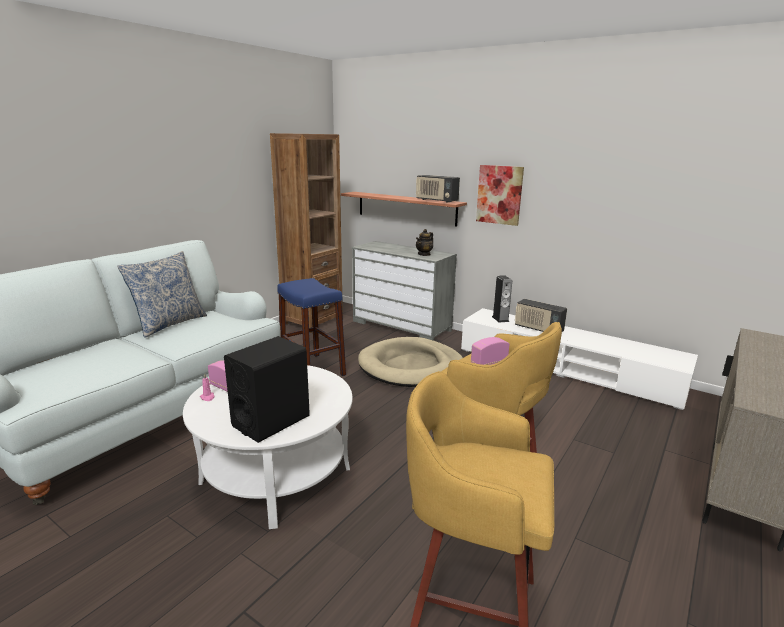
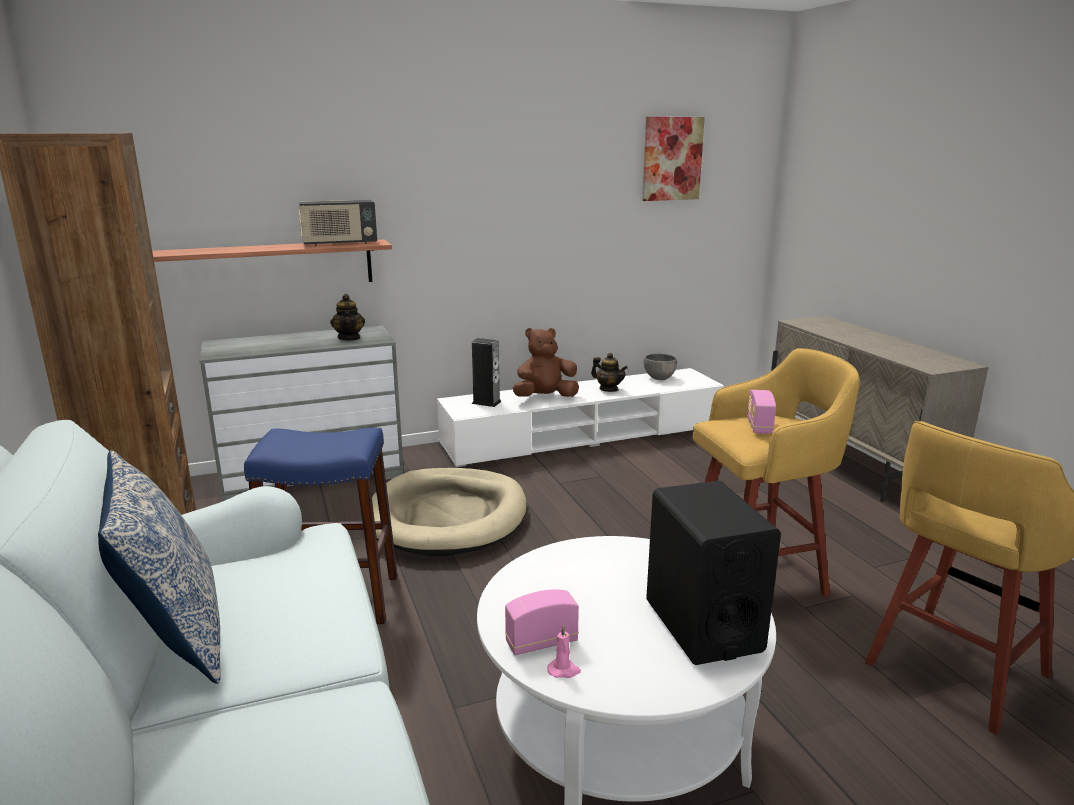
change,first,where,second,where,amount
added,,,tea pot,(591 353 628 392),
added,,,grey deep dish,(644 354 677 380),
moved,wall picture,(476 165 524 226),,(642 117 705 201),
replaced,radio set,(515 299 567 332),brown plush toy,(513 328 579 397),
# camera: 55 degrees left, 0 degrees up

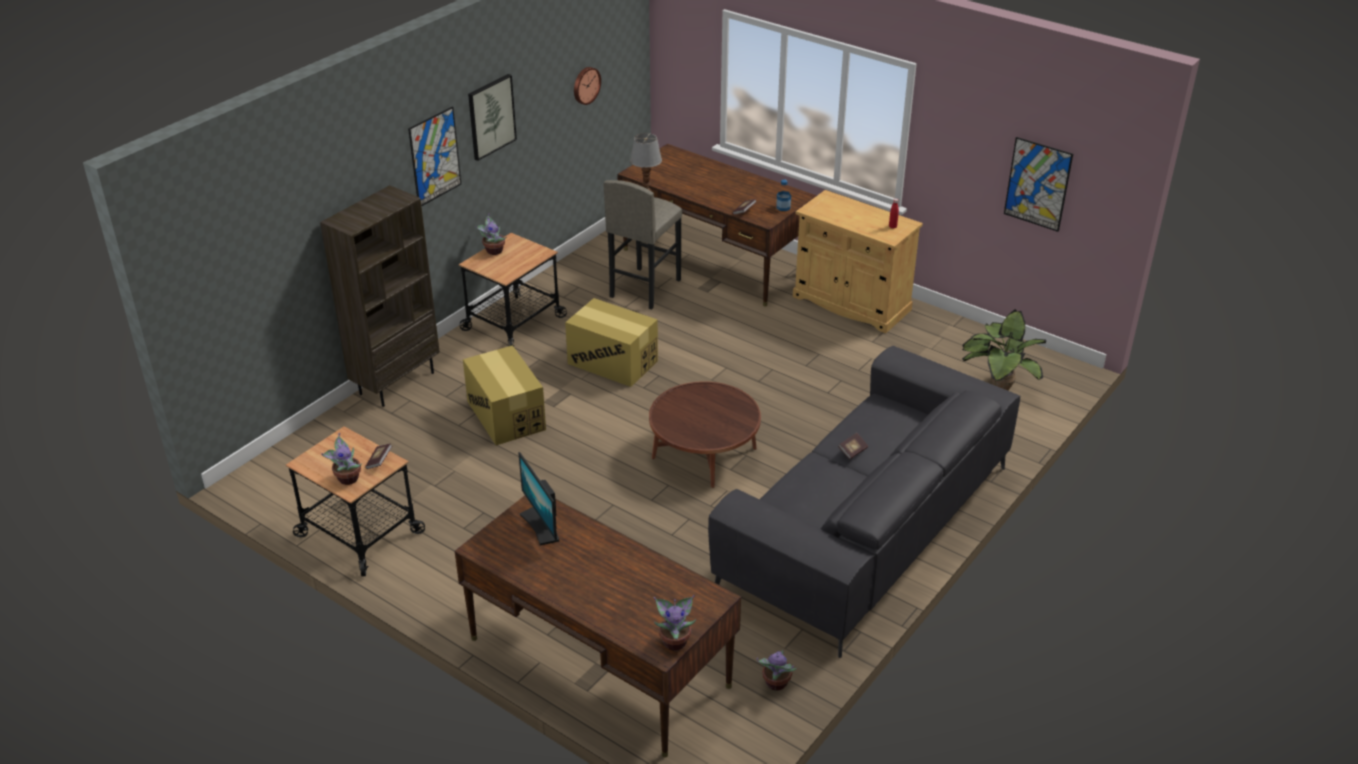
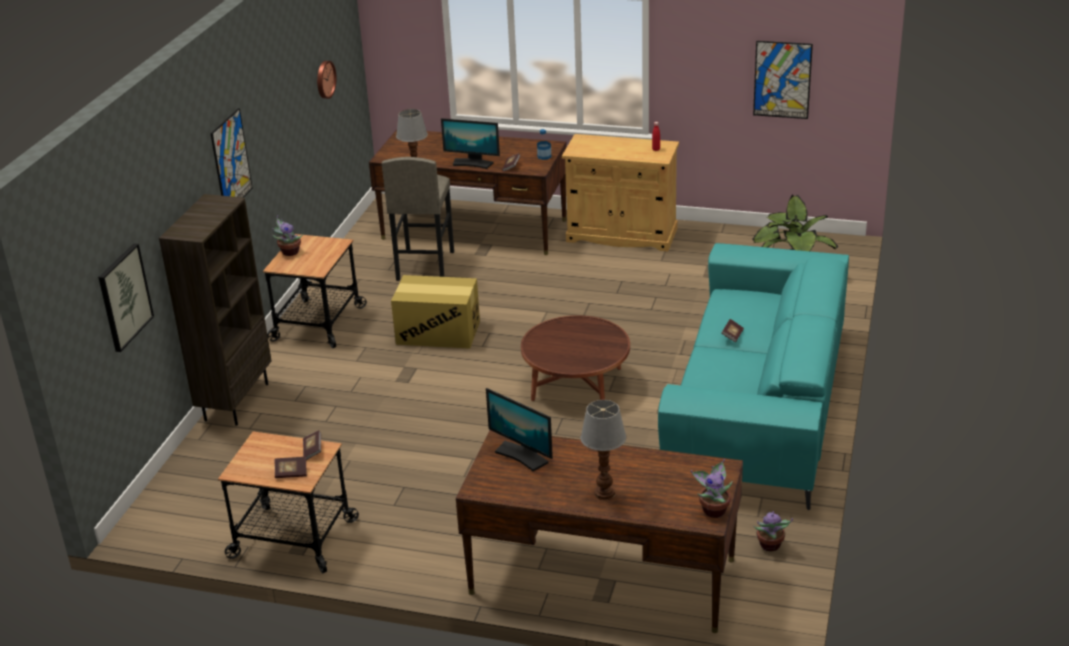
change,first,where,second,where,amount
removed,carton,(463 345 546 445),,,
added,,,monitor,(441 118 500 169),
added,,,tabletop lamp,(580 400 626 500),
moved,wall picture,(468 74 517 161),,(98 243 154 352),
replaced,houseplant,(321 433 362 485),volume,(275 457 307 478),
recoloured,grey couch,(708 346 1020 658),blue-green couch,(658 243 849 510),
# camera: 20 degrees left, 5 degrees down

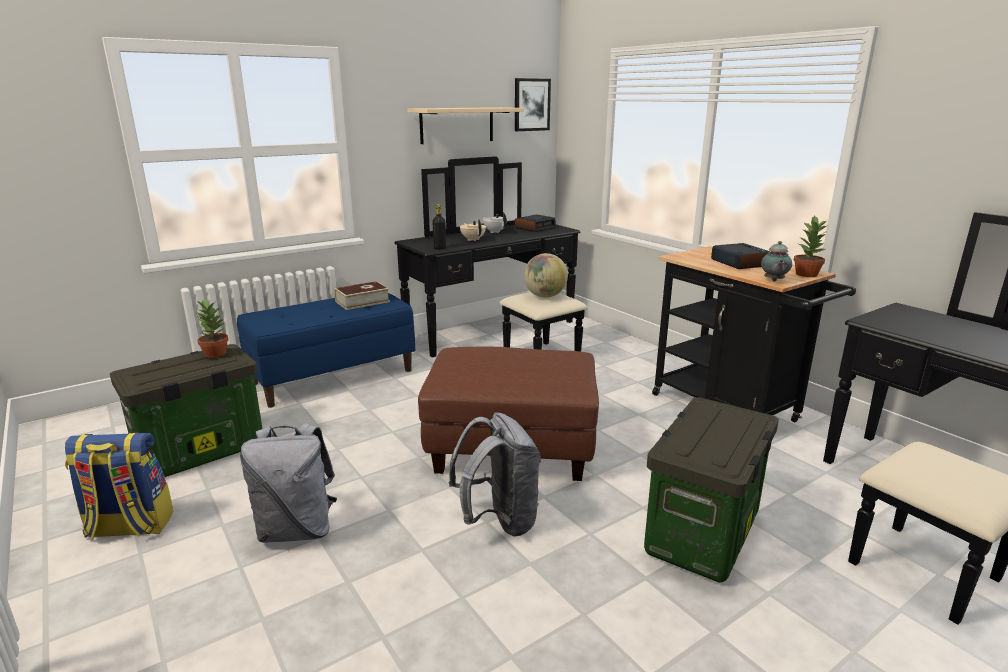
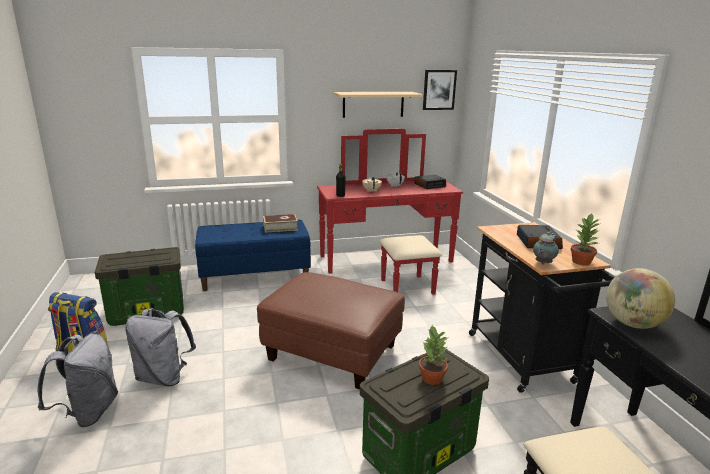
change,first,where,second,where,amount
moved,houseplant,(197 299 228 358),,(419 325 449 385),
moved,grey knapsack,(449 412 541 537),,(38 334 118 427),
moved,desk globe,(524 253 568 298),,(606 268 675 329),
recoloured,blackish drawer chest,(394 157 587 357),red drawer chest,(317 129 463 295),
# camera: 20 degrees right, 0 degrees up

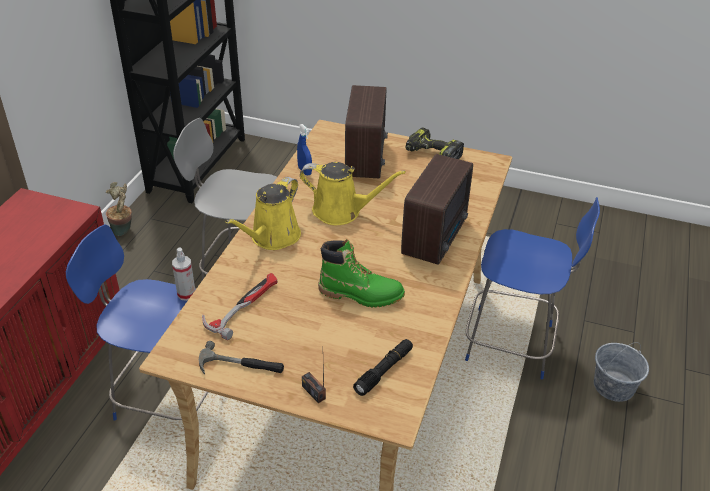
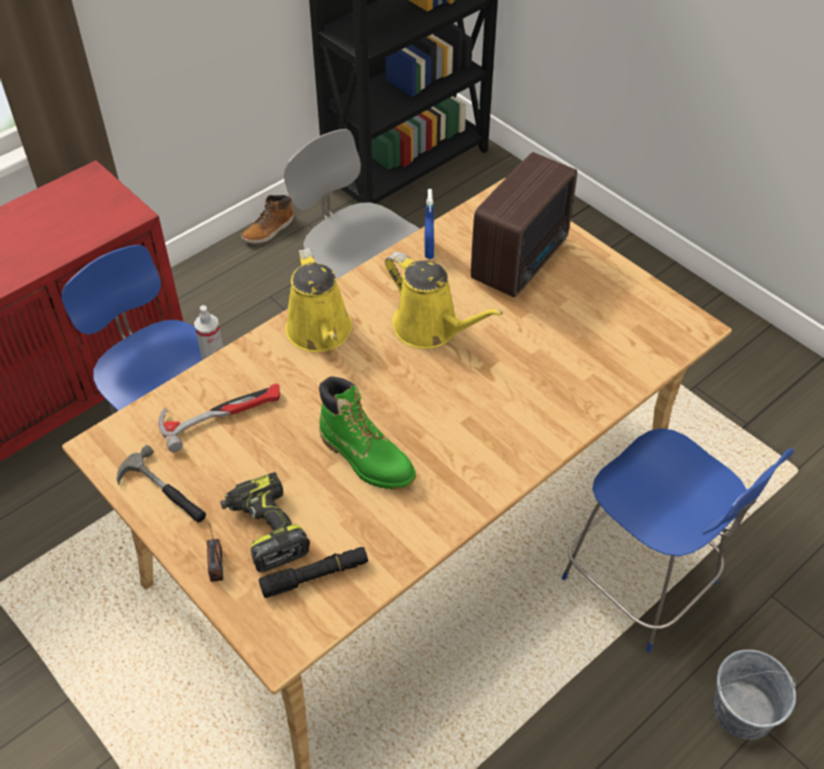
change,first,where,second,where,amount
removed,radio set,(401 154 473 265),,,
moved,power drill,(405 127 464 159),,(220 472 310 572),
replaced,houseplant,(106 182 132 236),high-top boot,(241 195 295 244),
turned,yellow sprinkling can,(225 177 301 250),,(285 248 352 352),75 degrees counterclockwise
# camera: 30 degrees right, 10 degrees up

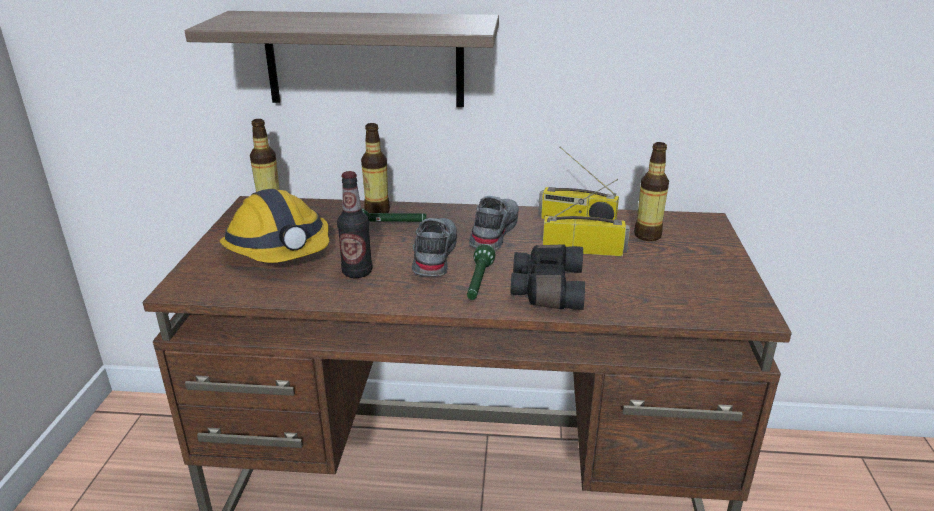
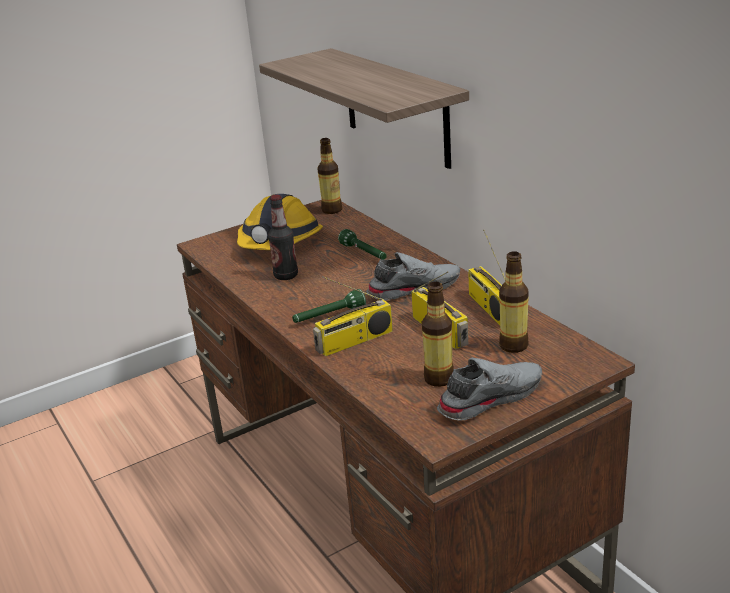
change,first,where,second,where,amount
moved,drink bottle,(361 123 390 213),,(422 282 454 387),
moved,grey item of footwear,(412 218 457 276),,(437 357 542 420),
replaced,blackish pair of binoculars,(511 244 585 310),radio set,(313 276 393 357),
# camera: 55 degrees right, 0 degrees up

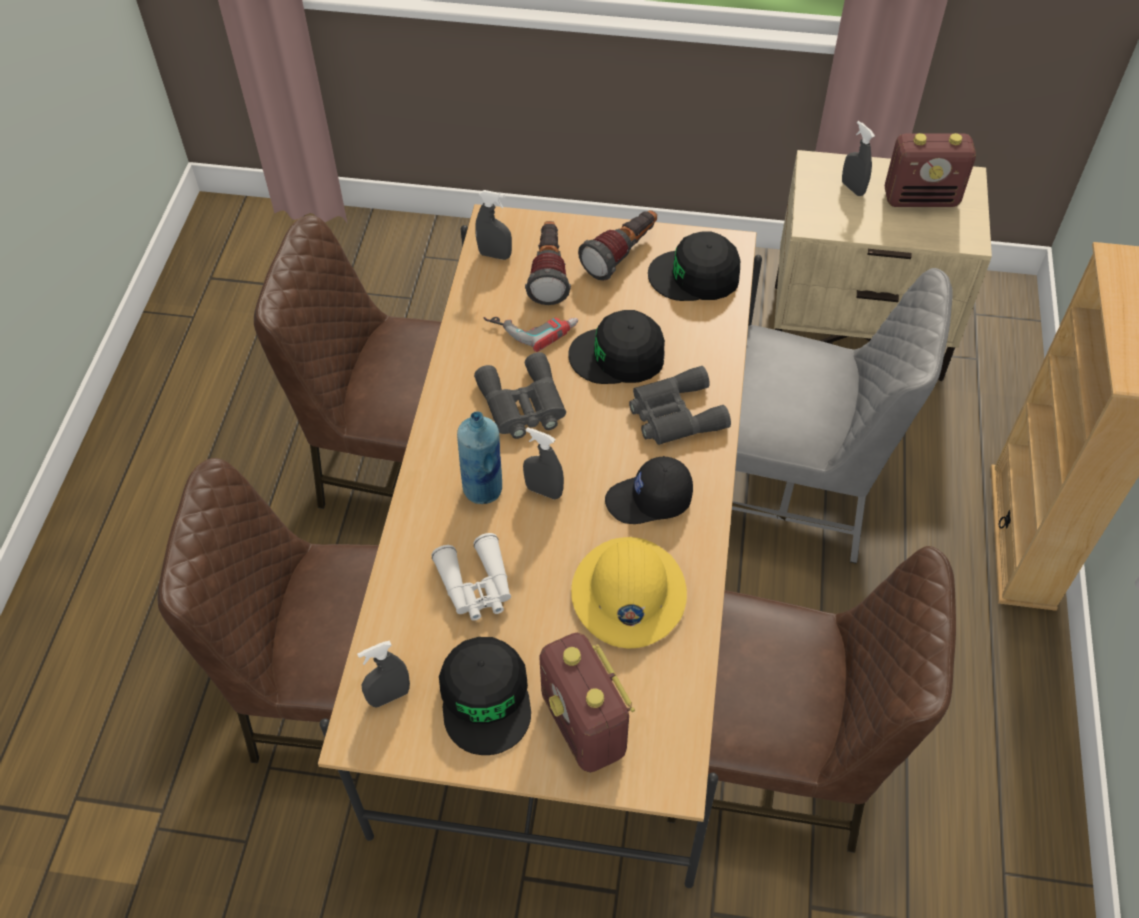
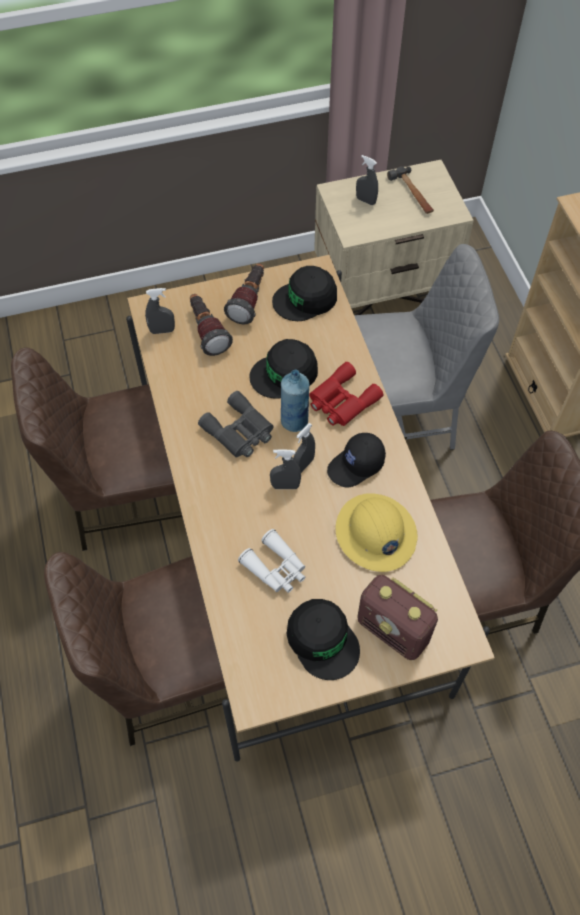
change,first,where,second,where,amount
removed,power drill,(484 317 578 352),,,
moved,grey hand sprayer,(357 640 410 707),,(293 423 315 473),
moved,blue drink bottle,(457 411 502 504),,(281 370 309 432),
replaced,radio set,(885 133 976 207),hammer,(387 166 434 214),
recoloured,grey pair of binoculars,(629 366 731 445),red pair of binoculars,(309 362 383 426),
# camera: 25 degrees left, 5 degrees up

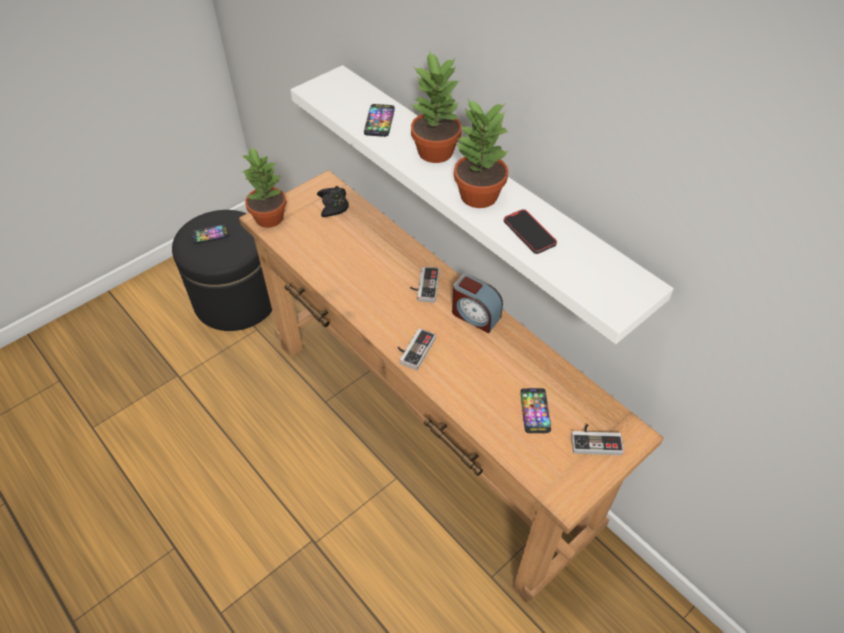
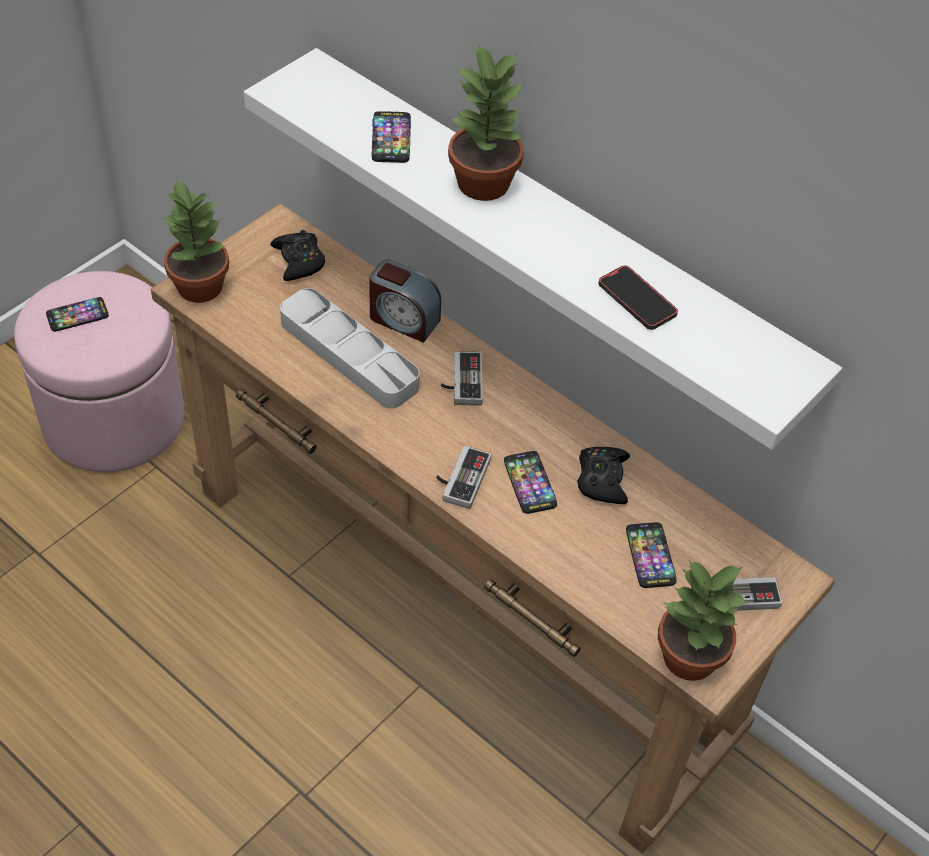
change,first,where,second,where,amount
added,,,grey carrying tray,(280 288 420 408),
added,,,phone,(504 451 557 514),
added,,,blackish game controller,(577 447 630 504),
moved,table clock,(452 274 503 333),,(369 259 441 343),
moved,houseplant,(454 99 510 208),,(658 560 748 681),
recoloured,blackish footrest,(172 210 272 331),pink footrest,(14 271 184 472),
# camera: 10 degrees left, 0 degrees up

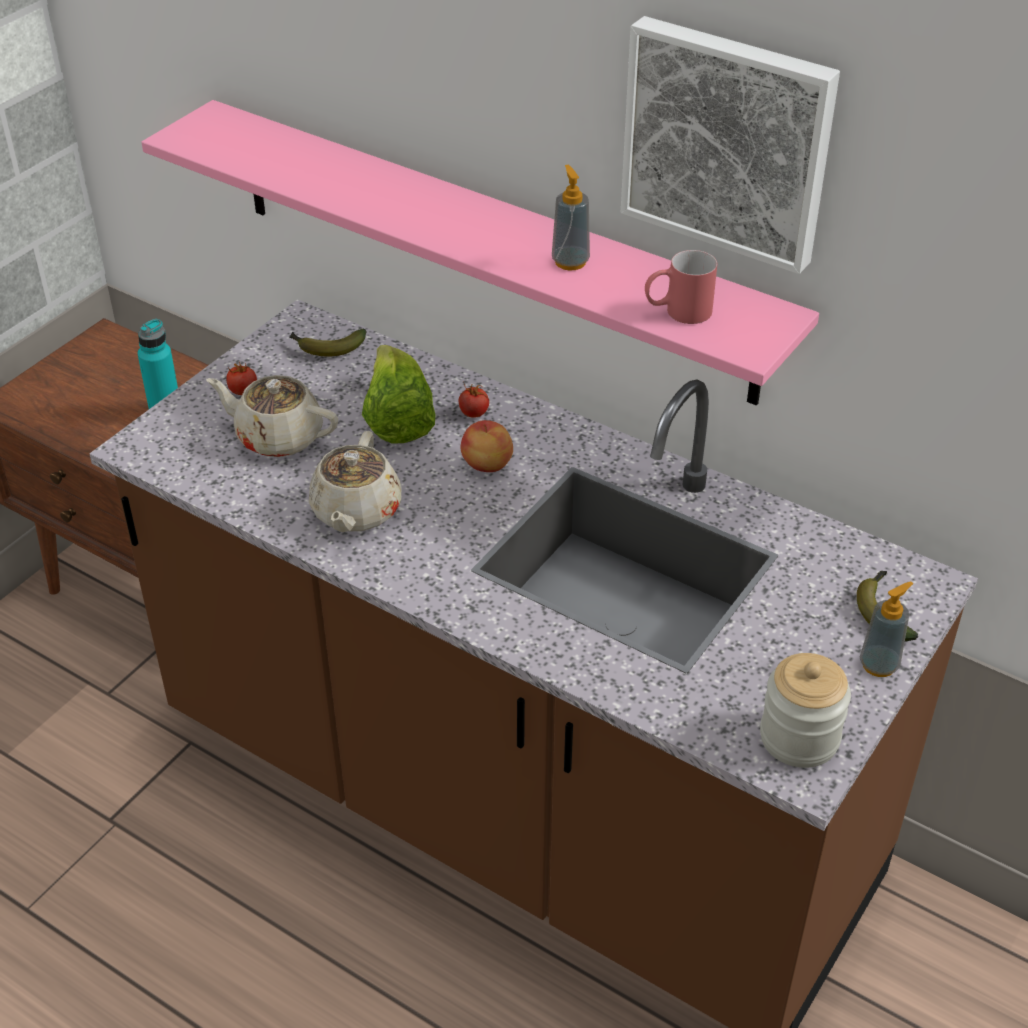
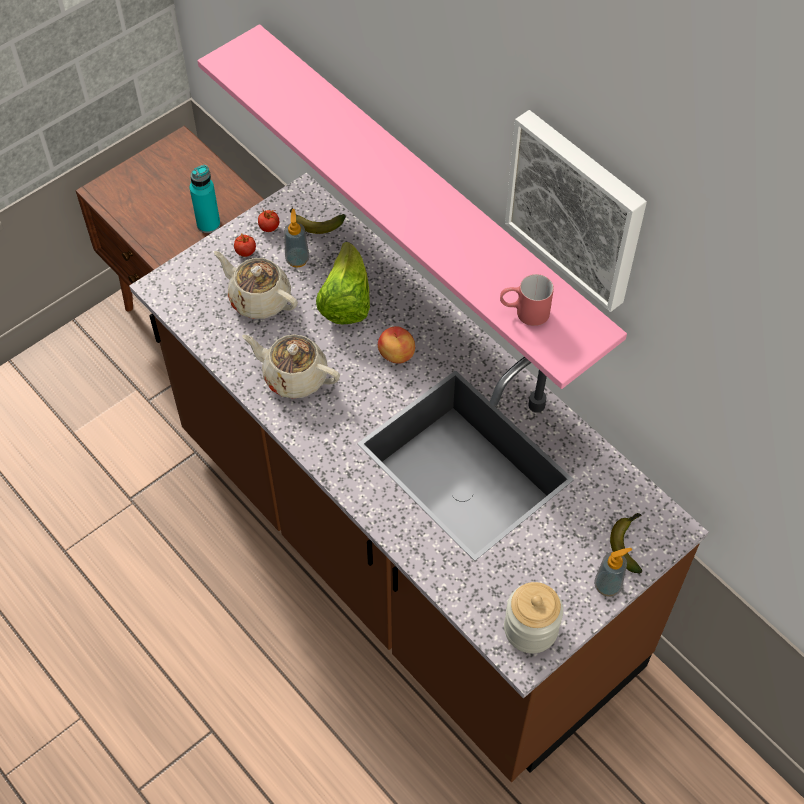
change,first,where,second,where,amount
moved,fresh tomato,(459 384 489 418),,(258 208 279 232),
moved,liquid soap bottle,(552 165 590 271),,(284 209 310 267),
turned,sand-coloured tea pot,(309 431 401 532),,(242 334 340 399),90 degrees clockwise
# camera: 15 degrees right, 15 degrees up

